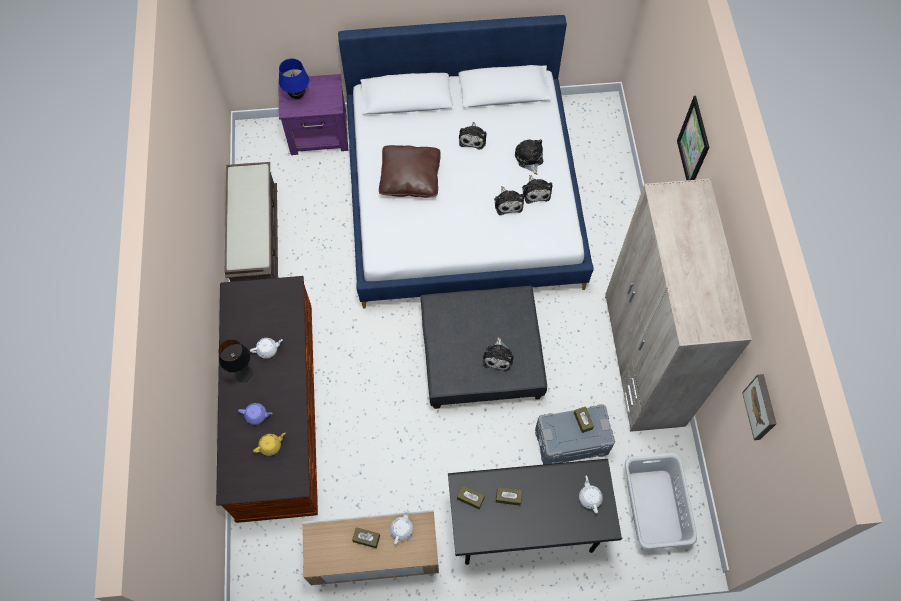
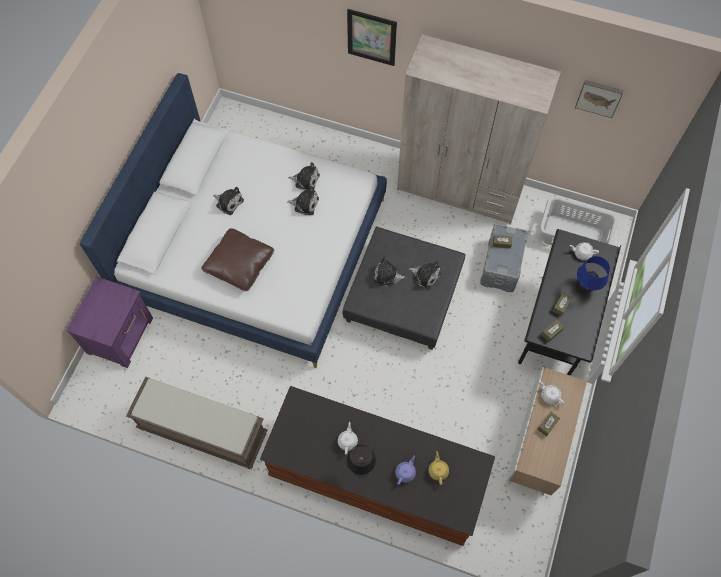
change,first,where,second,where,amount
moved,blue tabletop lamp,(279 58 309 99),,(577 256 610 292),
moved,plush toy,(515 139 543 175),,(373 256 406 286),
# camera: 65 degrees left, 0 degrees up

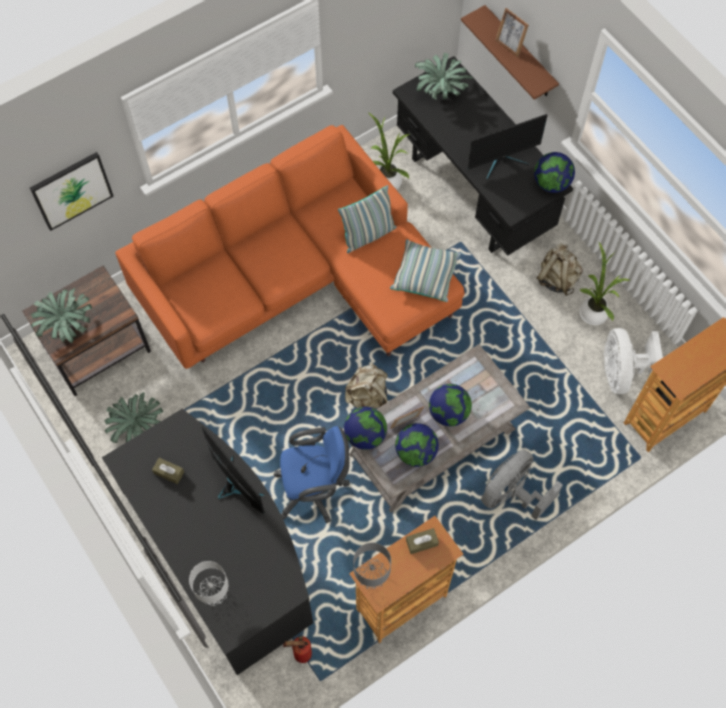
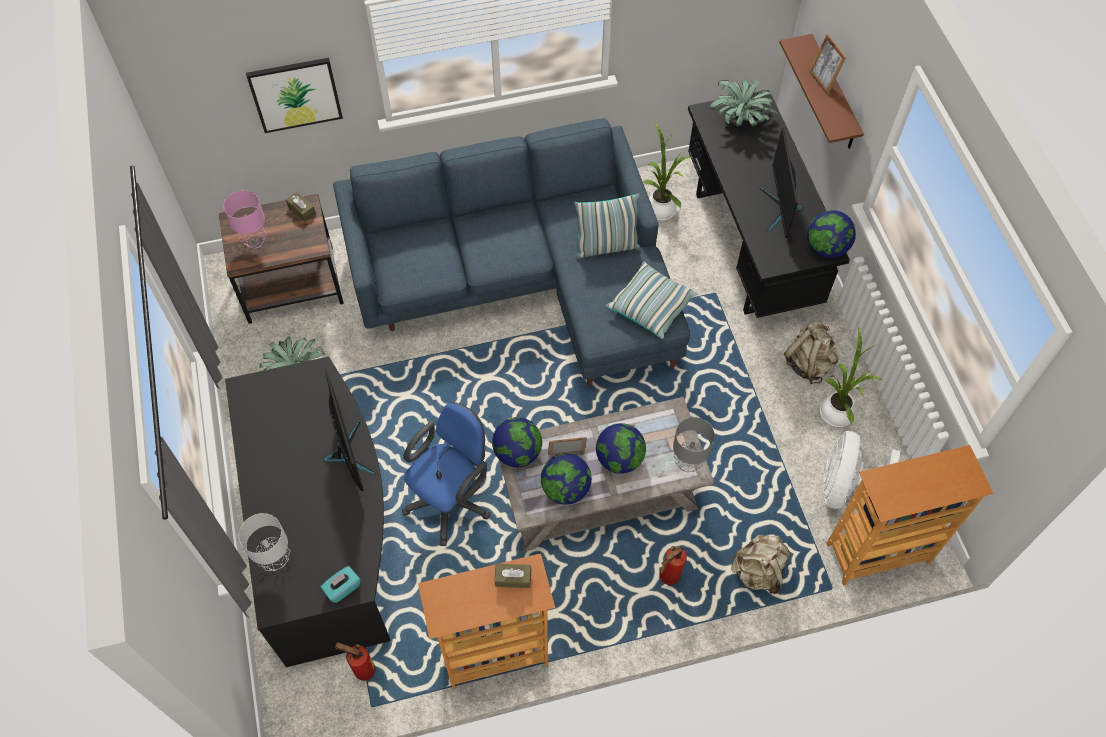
change,first,where,second,where,amount
added,,,blue-green tissue box,(321 566 360 603),
moved,brown tissue box,(152 458 184 484),,(286 192 316 222),
moved,sand-coloured knapsack,(345 363 388 409),,(731 534 791 594),
moved,grey tabletop lamp,(353 543 391 589),,(673 417 715 472),
replaced,houseplant,(31 288 92 343),pink tabletop lamp,(224 190 267 248),
replaced,grey cooling fan,(481 449 563 520),fire-fighting cylinder,(660 546 687 585),
recoloured,orangey couch,(115 125 464 369),blue couch,(333 118 690 387),
turned,blue desk chair,(273 426 350 523),,(402 402 490 546),60 degrees counterclockwise
turned,monitor,(468 114 548 180),,(759 128 802 238),90 degrees clockwise
# camera: 20 degrees right, 5 degrees down

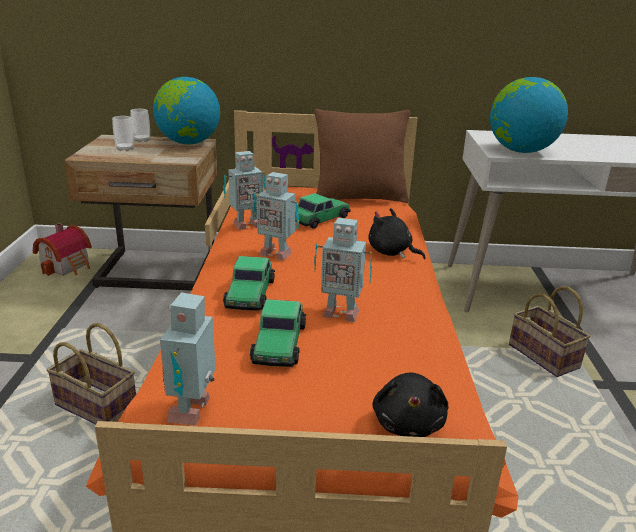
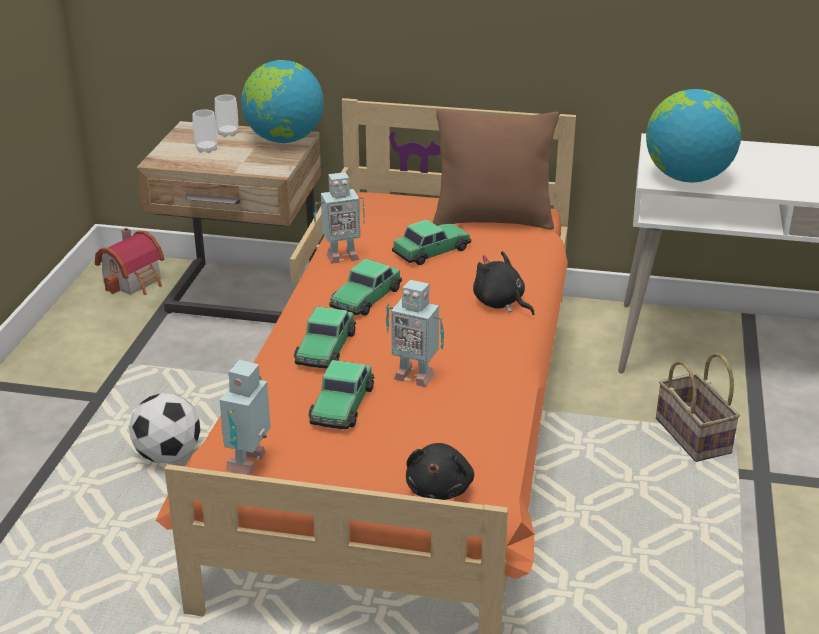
change,first,where,second,where,amount
replaced,basket,(47 323 136 424),ball for football,(129 393 200 463),
replaced,robot figure,(254 172 299 260),toy car,(329 259 402 316),
# camera: 10 degrees right, 5 degrees up

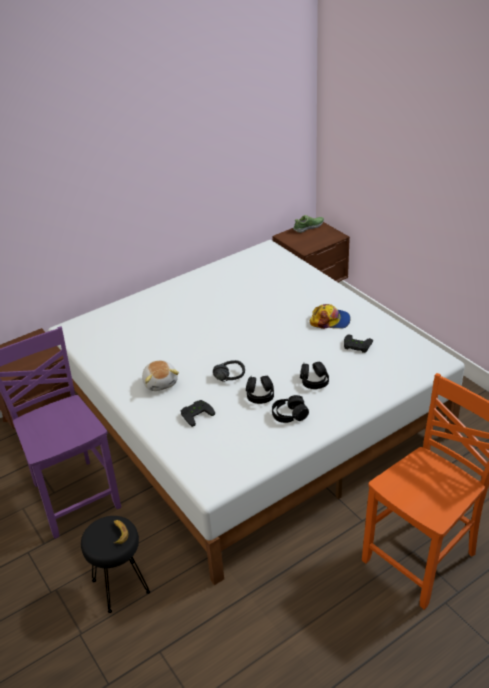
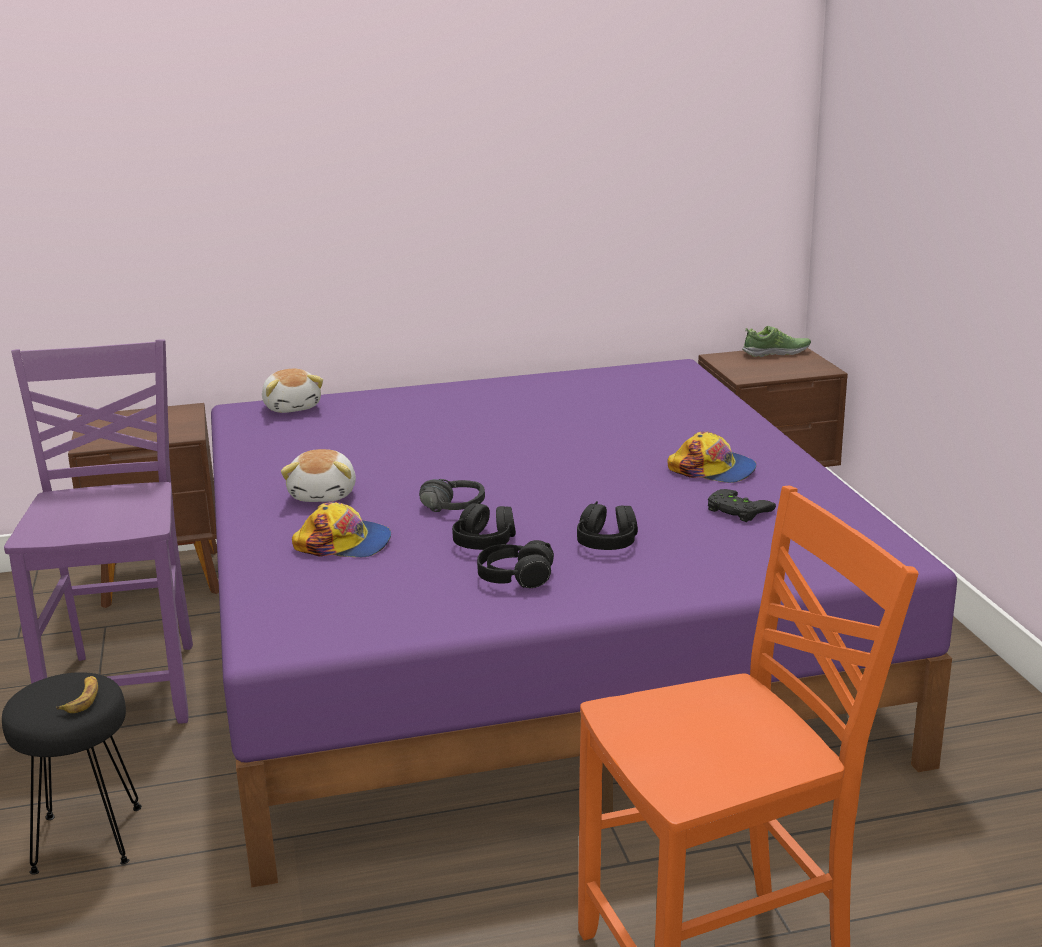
change,first,where,second,where,amount
added,,,plush toy,(262 369 323 413),
replaced,blackish game controller,(181 400 215 427),peaked cap,(292 502 391 557),
recoloured,white sleeping bed,(48 240 465 585),purplish sleeping bed,(211 359 957 887),
# camera: 20 degrees right, 15 degrees down

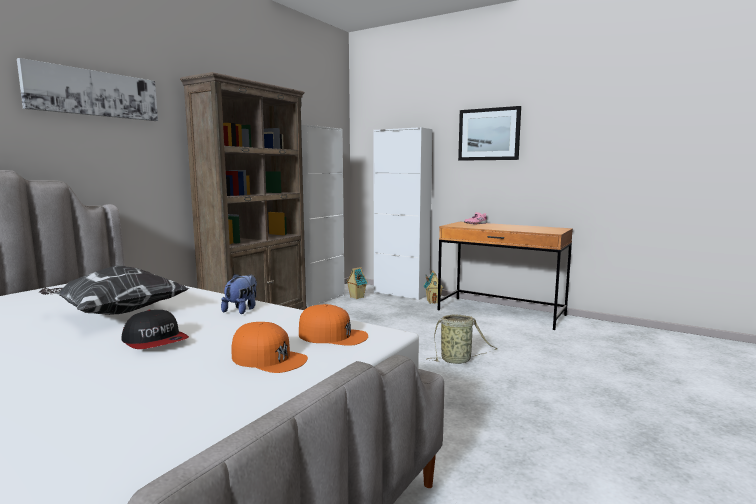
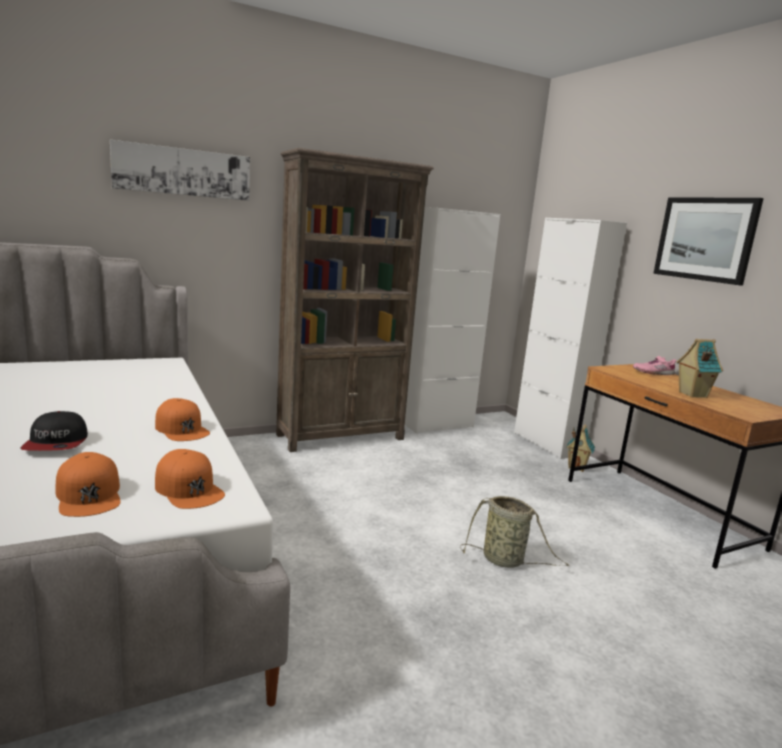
change,first,where,second,where,amount
removed,pillow,(39 266 189 315),,,
moved,toy house,(346 267 368 299),,(677 339 723 398),
replaced,plush toy,(221 274 257 314),orangey peaked cap,(155 398 210 441),
# camera: 30 degrees right, 5 degrees up

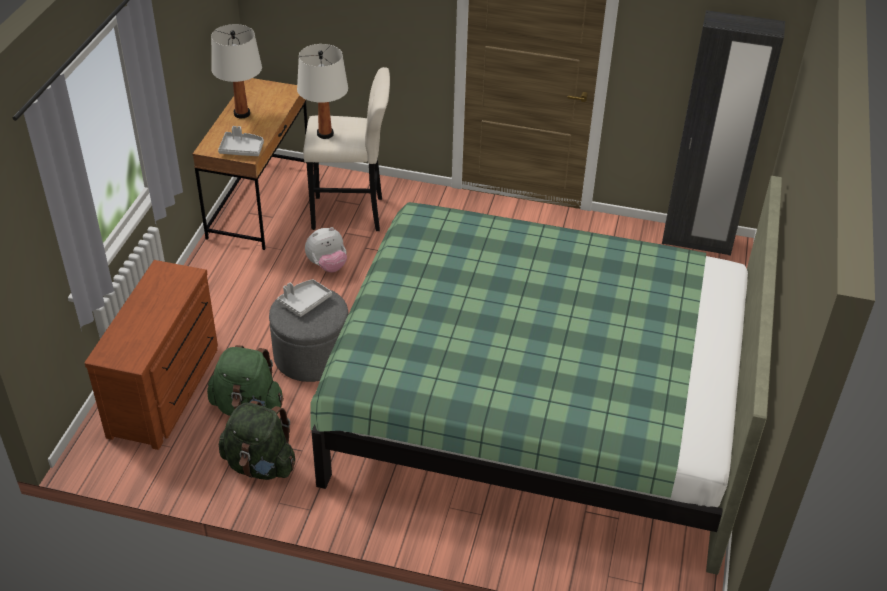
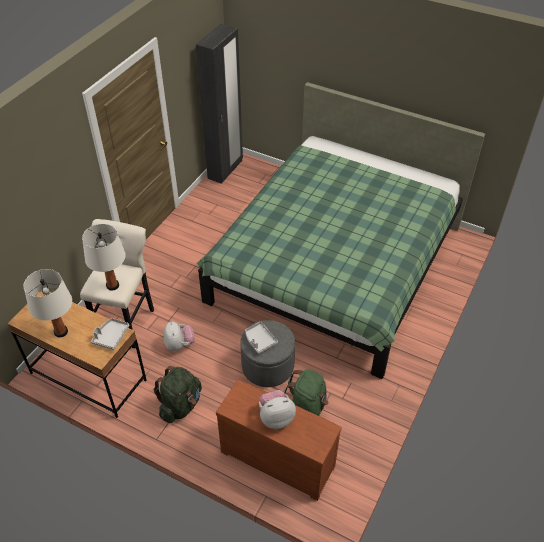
change,first,where,second,where,amount
added,,,plush toy,(259 390 296 429),
moved,greenish knapsack,(219 400 295 480),,(154 366 202 423),
# camera: 75 degrees left, 5 degrees up

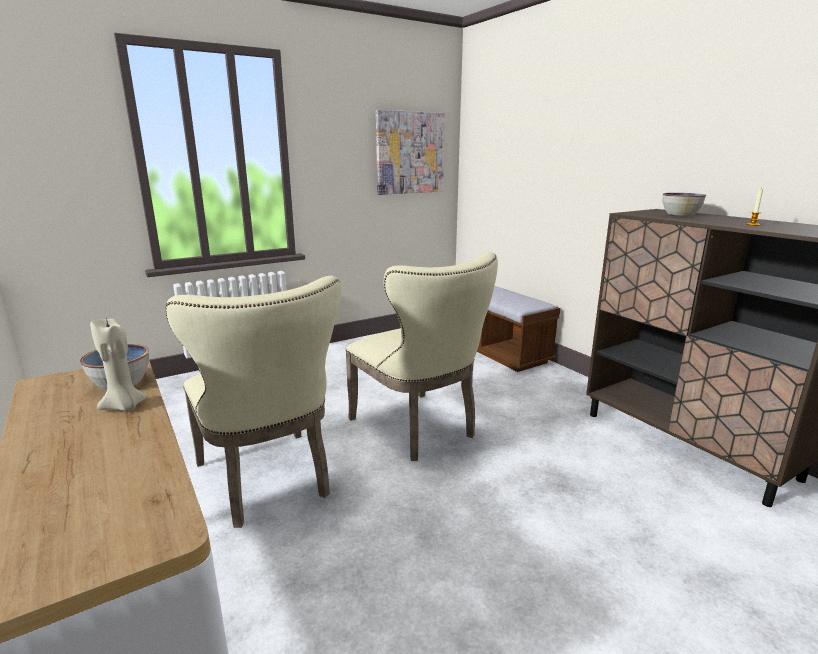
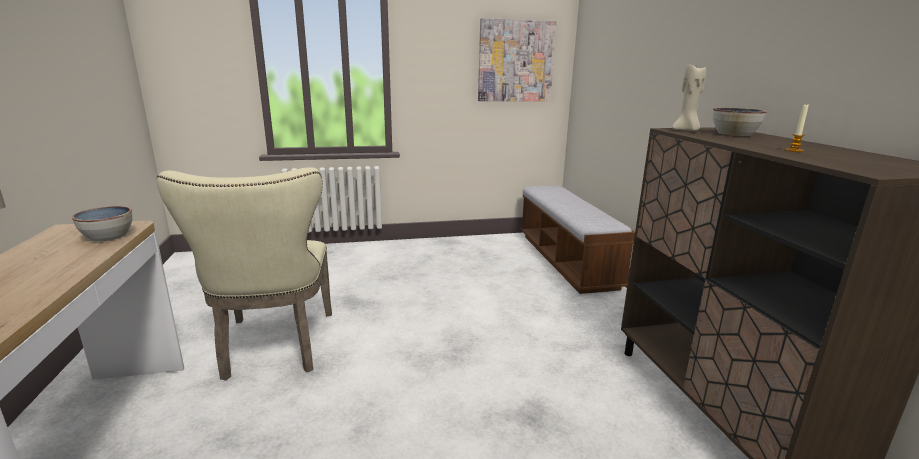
change,first,where,second,where,amount
removed,sand-coloured upright chair,(345 252 498 461),,,
moved,sand-coloured wax light,(90 318 148 411),,(672 65 706 131),
# camera: 20 degrees right, 0 degrees up

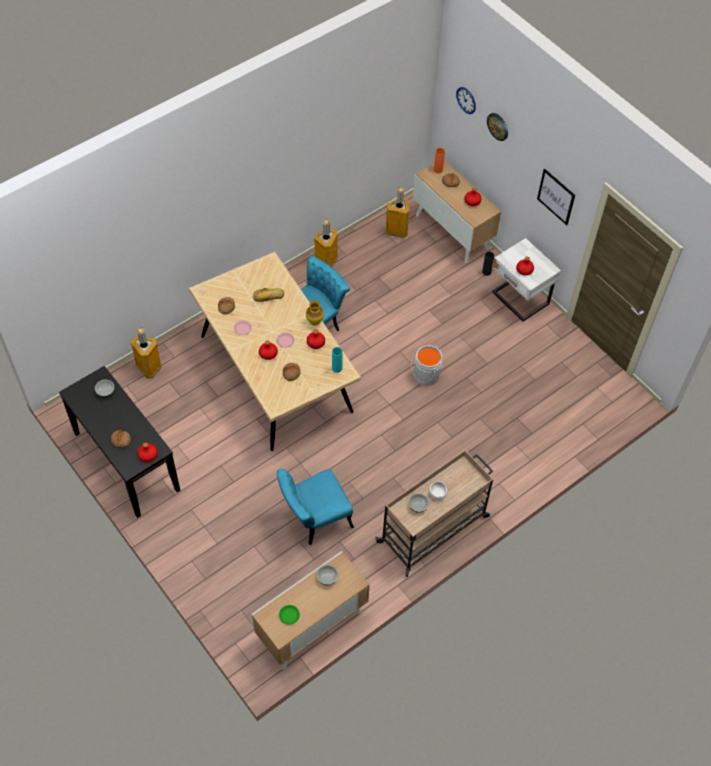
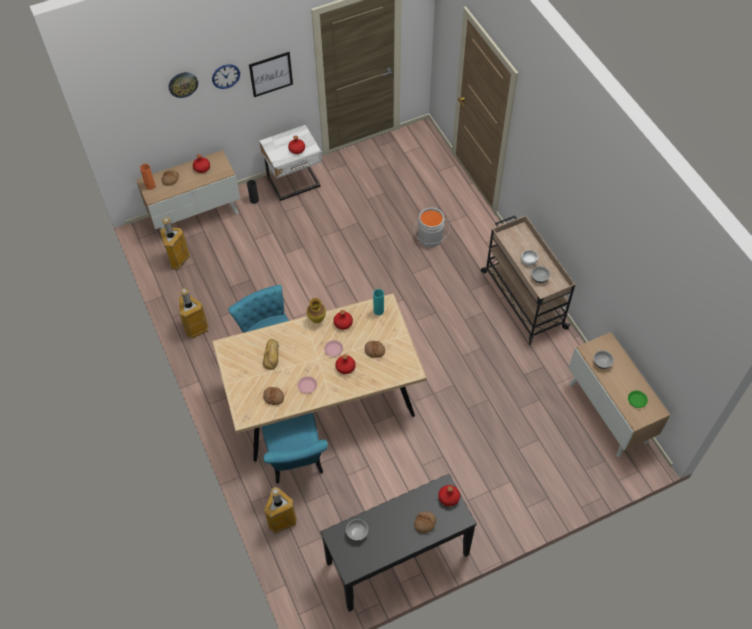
change,first,where,second,where,amount
moved,blue-green upright chair,(277 469 354 545),,(262 413 328 484),
moved,grey bucket,(411 345 442 386),,(414 207 450 247),
moved,wall clock,(456 87 476 114),,(212 64 240 89),
# camera: 75 degrees left, 0 degrees up

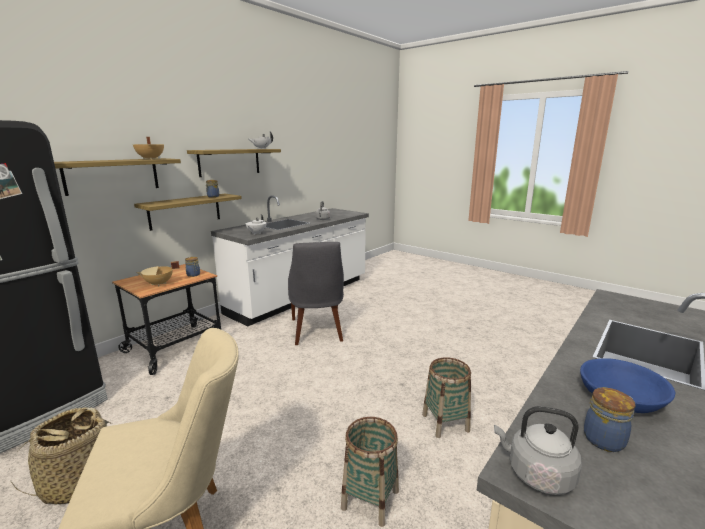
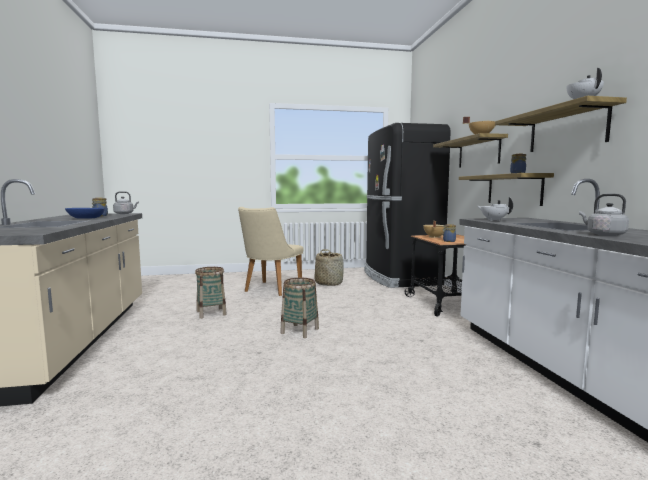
change,first,where,second,where,amount
removed,grey upright chair,(288 242 344 345),,,
moved,basket,(422 357 471 438),,(280 278 319 338),
# camera: 130 degrees right, 10 degrees down

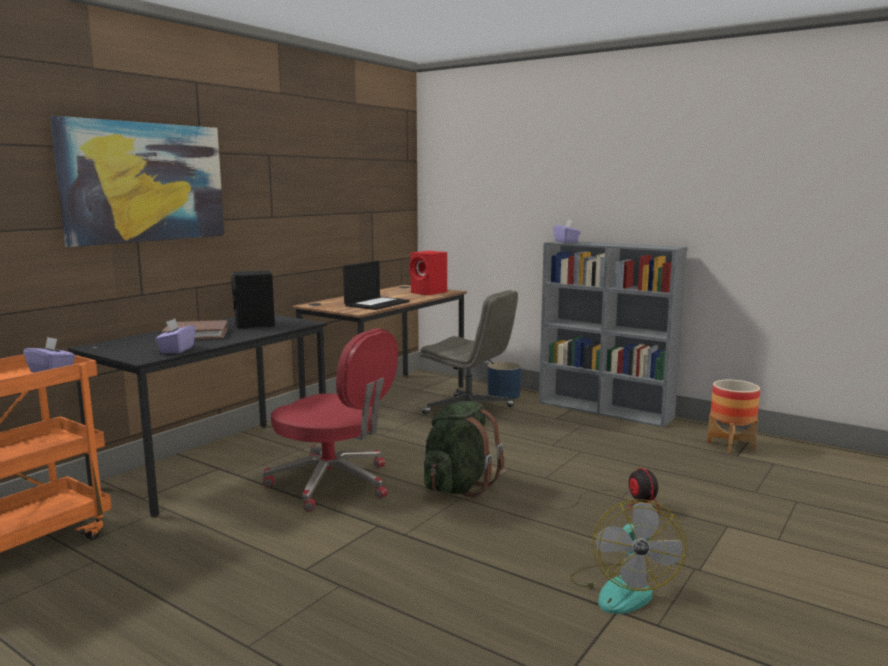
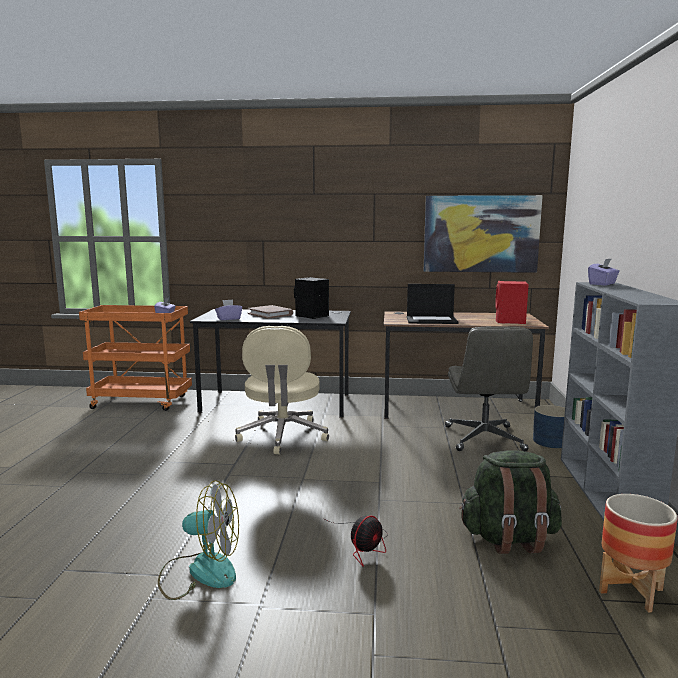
change,first,where,second,where,amount
moved,wall picture,(50 116 224 247),,(424 195 543 273),
moved,greenish knapsack,(424 401 504 497),,(459 450 562 554),
recoloured,red desk chair,(263 328 398 512),sand-coloured desk chair,(235 326 329 454),
turned,cooling fan,(570 499 686 614),,(158 480 239 600),150 degrees counterclockwise
# camera: 60 degrees right, 0 degrees up

